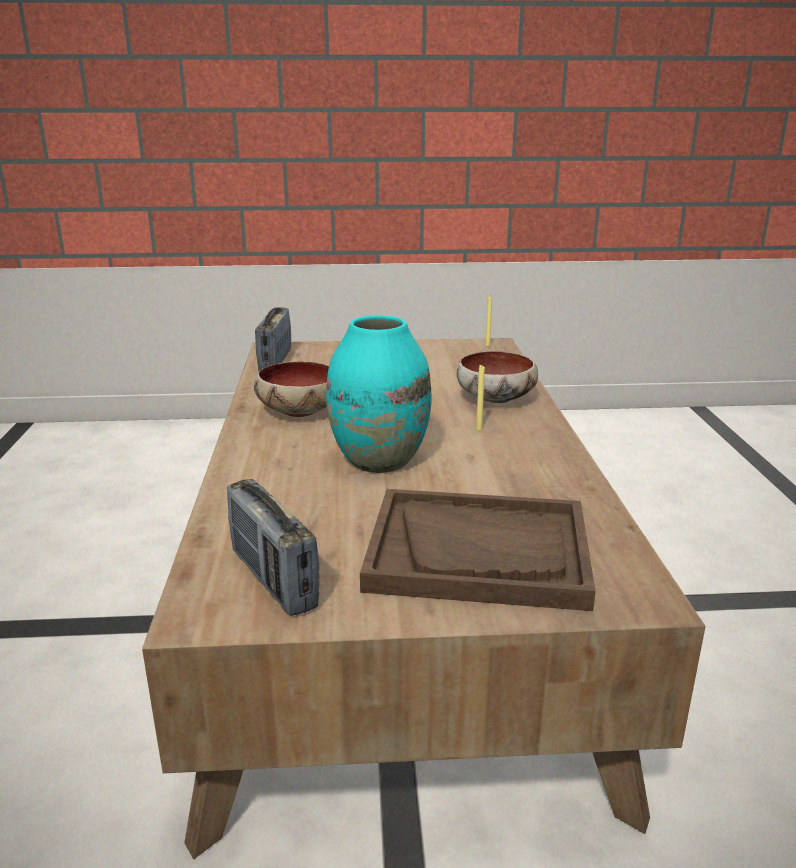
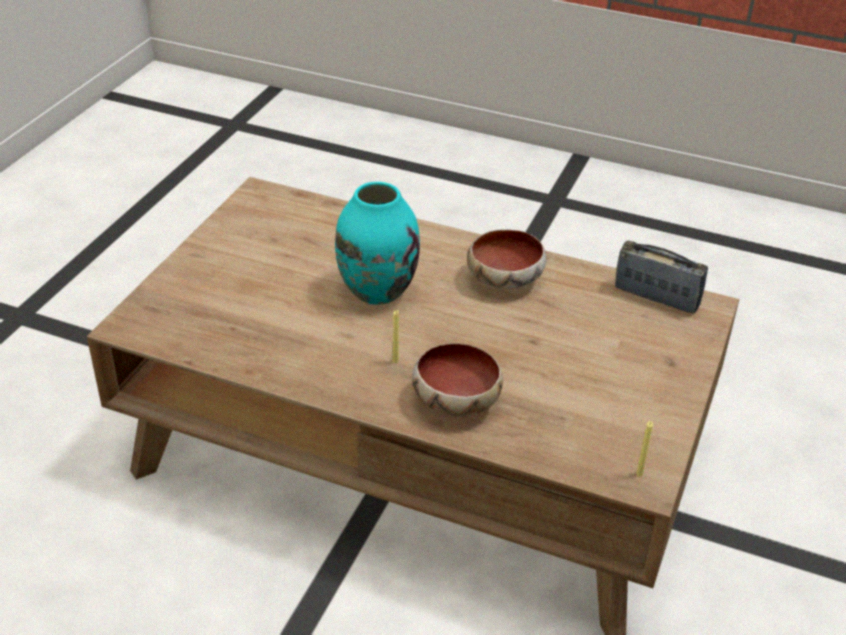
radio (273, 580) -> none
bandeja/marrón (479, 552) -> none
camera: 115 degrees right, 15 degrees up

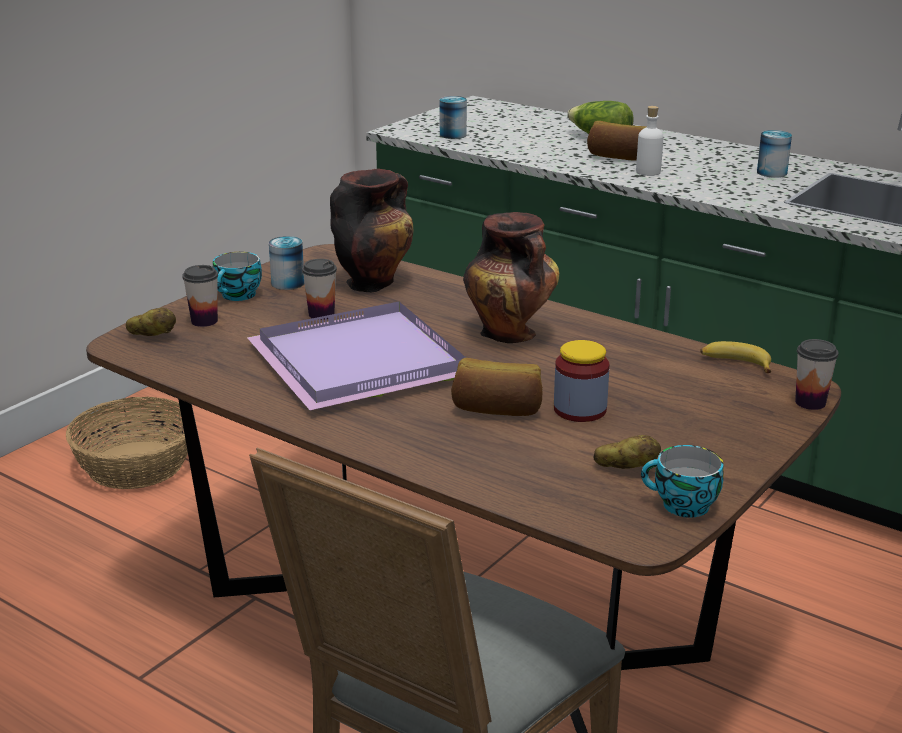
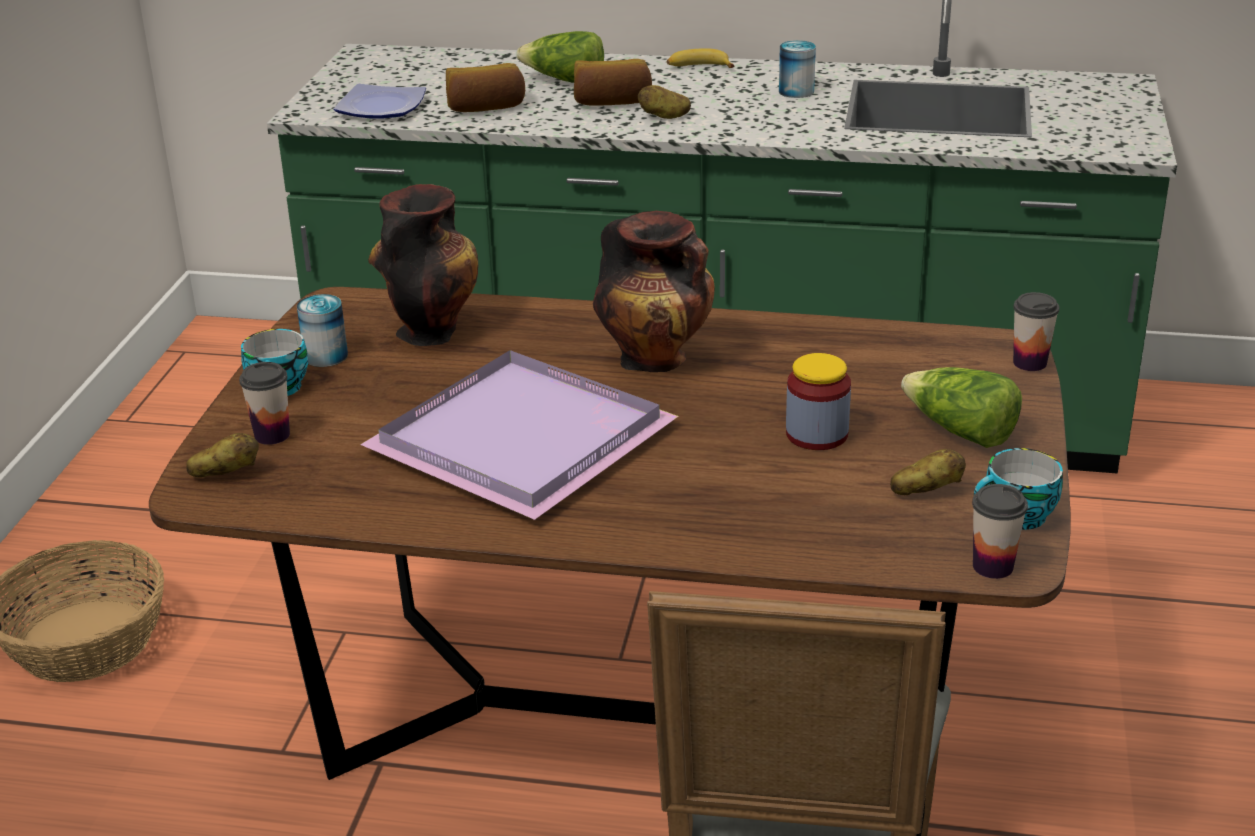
lata (453, 135) -> plato (383, 107)
pan (497, 409) -> pan (485, 107), relocated
botella/blanco (648, 172) -> patata (664, 116)
plátano (735, 363) -> plátano (699, 67), relocated
none -> lechuga (960, 432)
taza (321, 314) -> taza (993, 566), relocated
camera: 25 degrees left, 5 degrees up

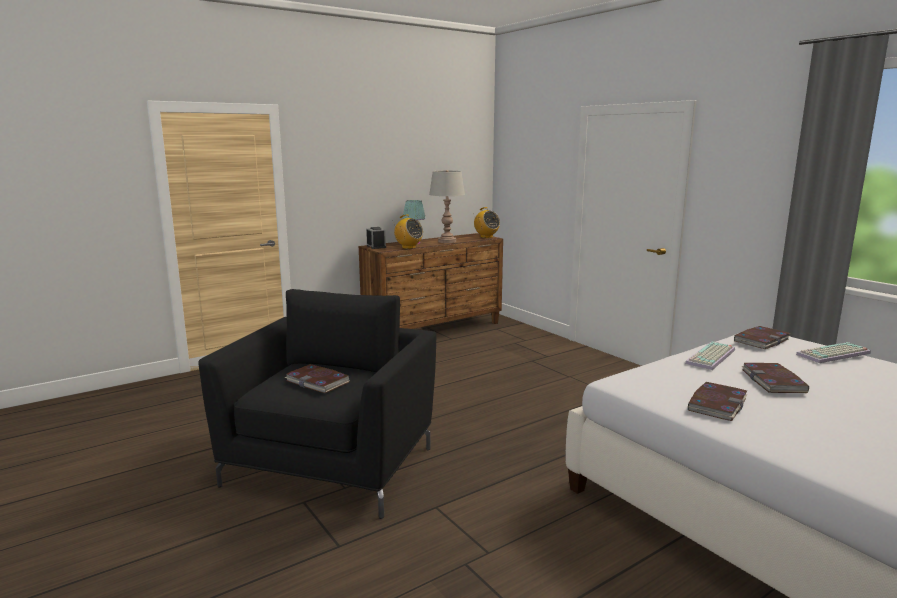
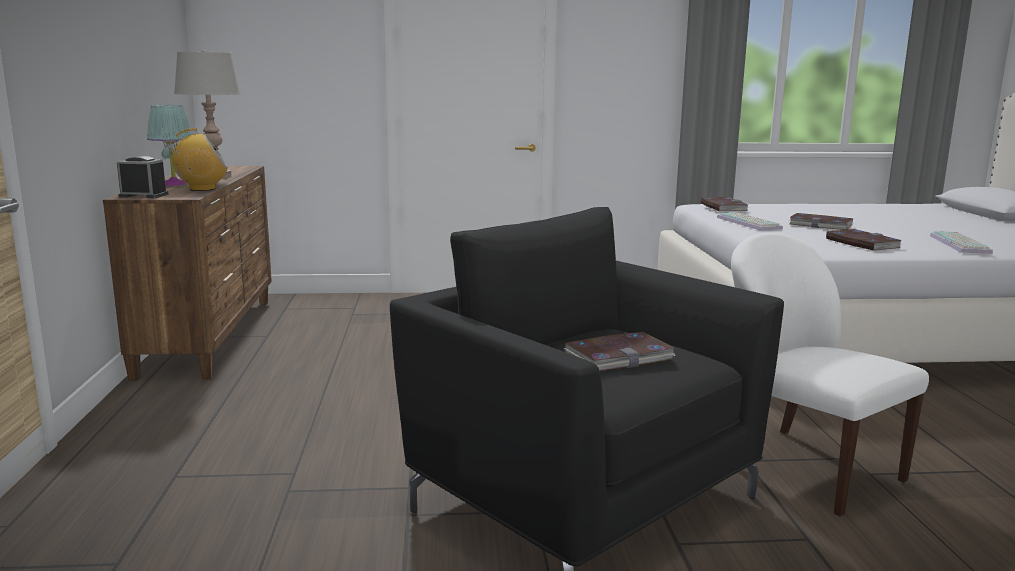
none -> silla/blanco (805, 468)
teclado (834, 354) -> teclado (961, 244), relocated
radio (486, 237) -> none
camera: 60 degrees left, 0 degrees up

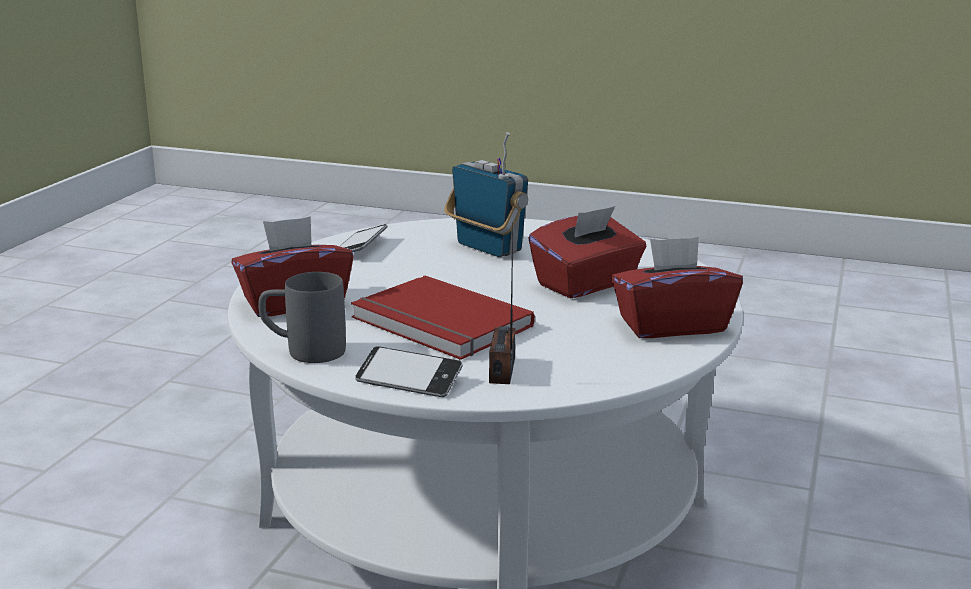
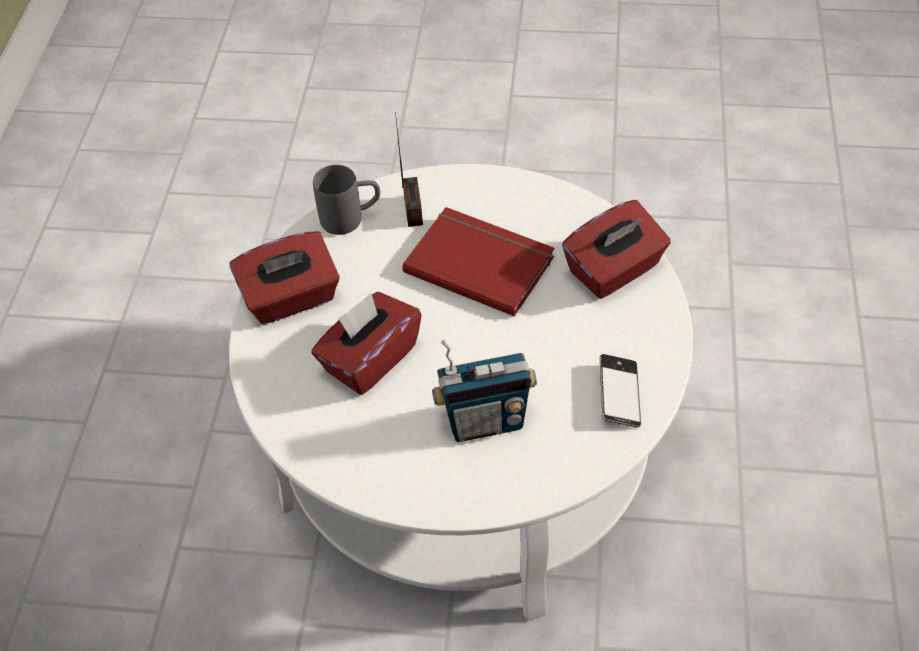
taza grande/gris (303, 351) -> taza grande/gris (351, 218), relocated
radio (488, 248) -> radio (485, 422), 45 degrees counterclockwise
móvil (409, 380) -> none
camera: 170 degrees right, 30 degrees up

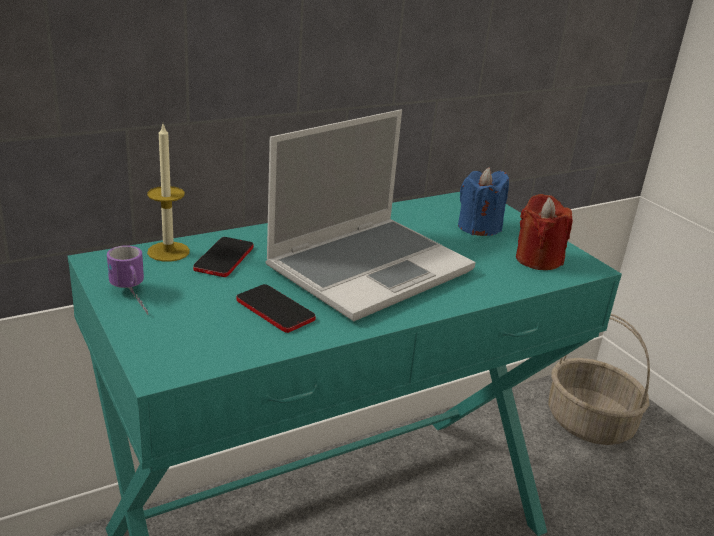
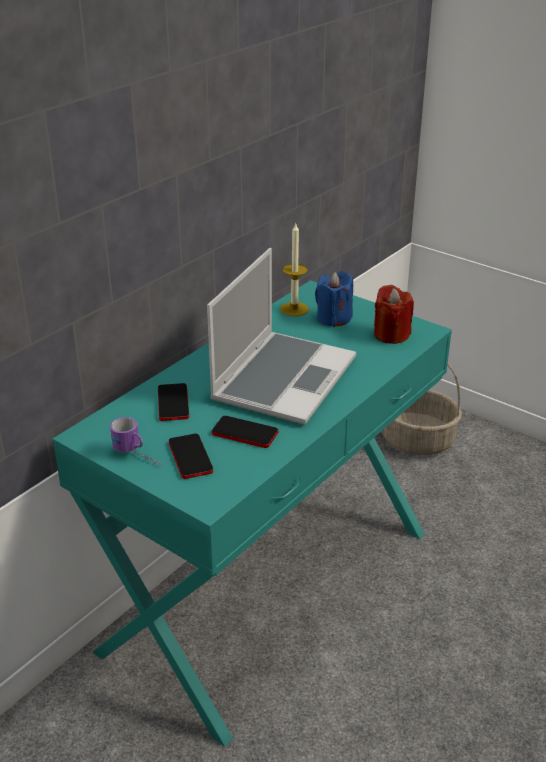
none -> móvil (190, 457)
vela (168, 251) -> vela (294, 309), relocated
camera: 20 degrees left, 5 degrees up

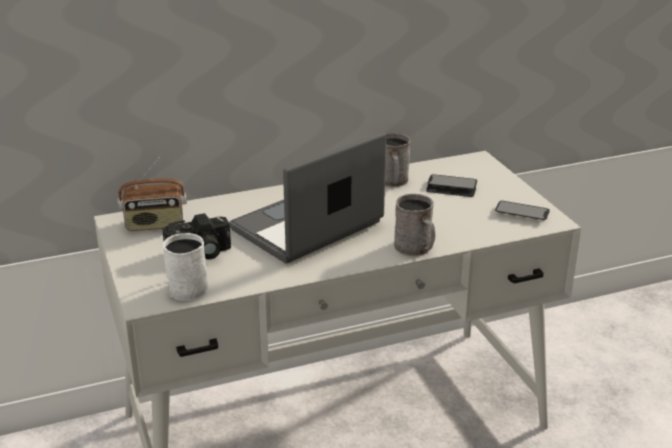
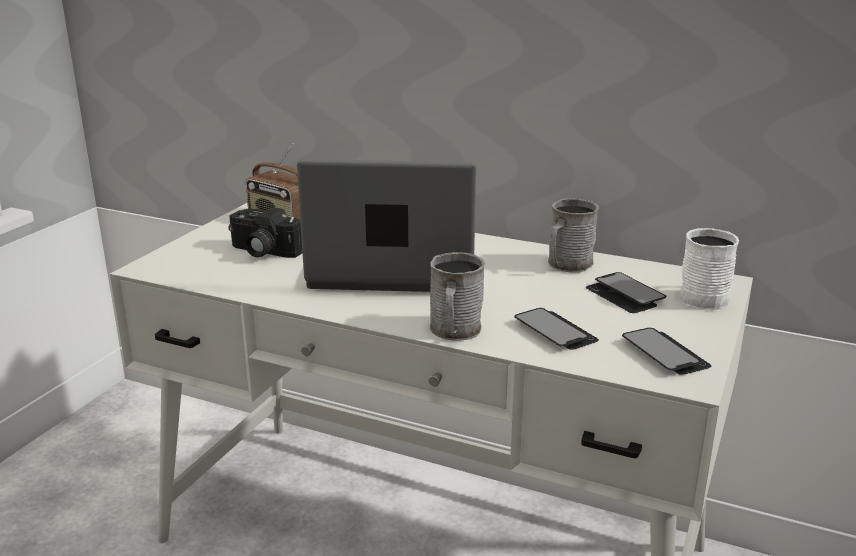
none -> móvil (555, 331)
taza grande/blanco (188, 286) -> taza grande/blanco (707, 296), relocated
camera: 45 degrees right, 5 degrees down

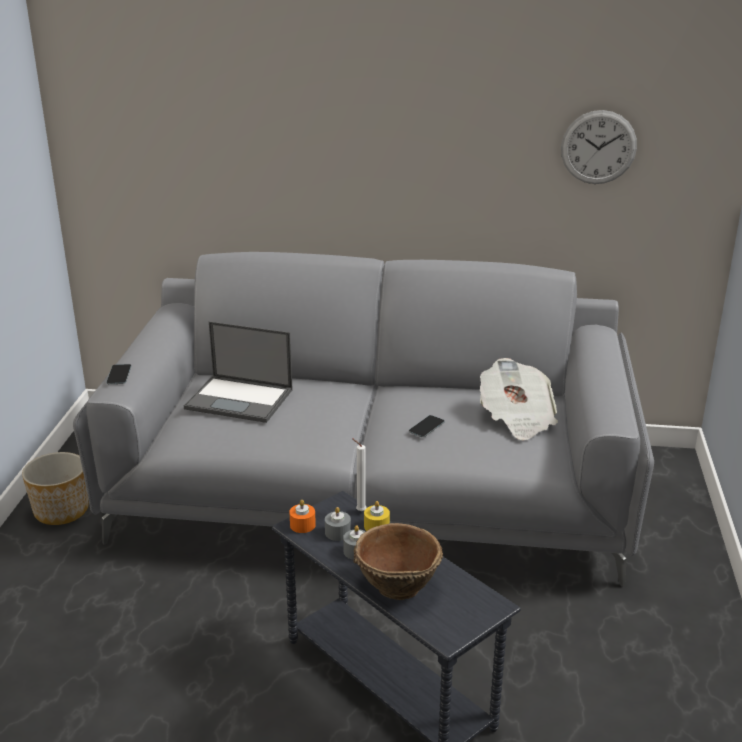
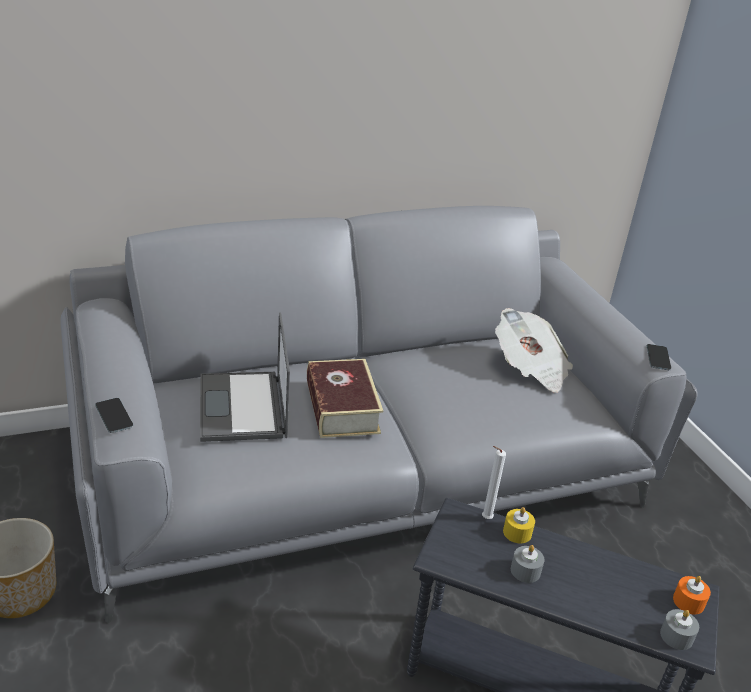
portátil (240, 399) -> portátil (243, 407), 90 degrees clockwise
none -> libro (342, 408)
móvil (426, 426) -> móvil (658, 357), relocated
vela/gris (337, 532) -> vela/gris (676, 636), relocated
vela/naranja (302, 525) -> vela/naranja (688, 602), relocated
cuenco/marrón (397, 586) -> none
reloj de pared (598, 147) -> none
camera: 30 degrees left, 5 degrees up

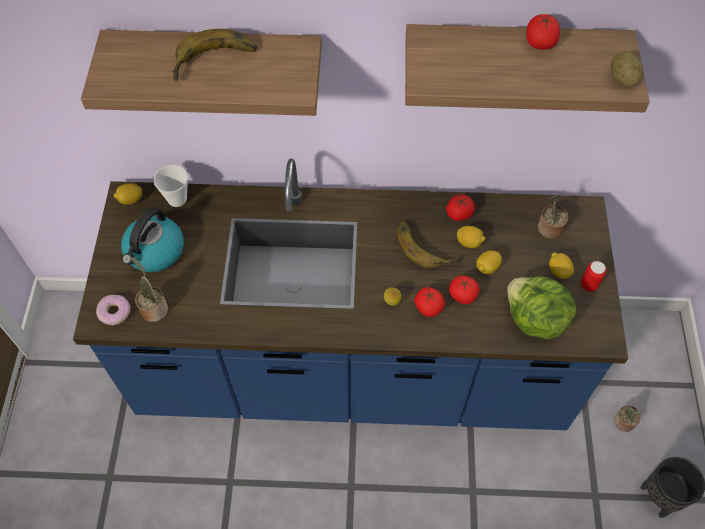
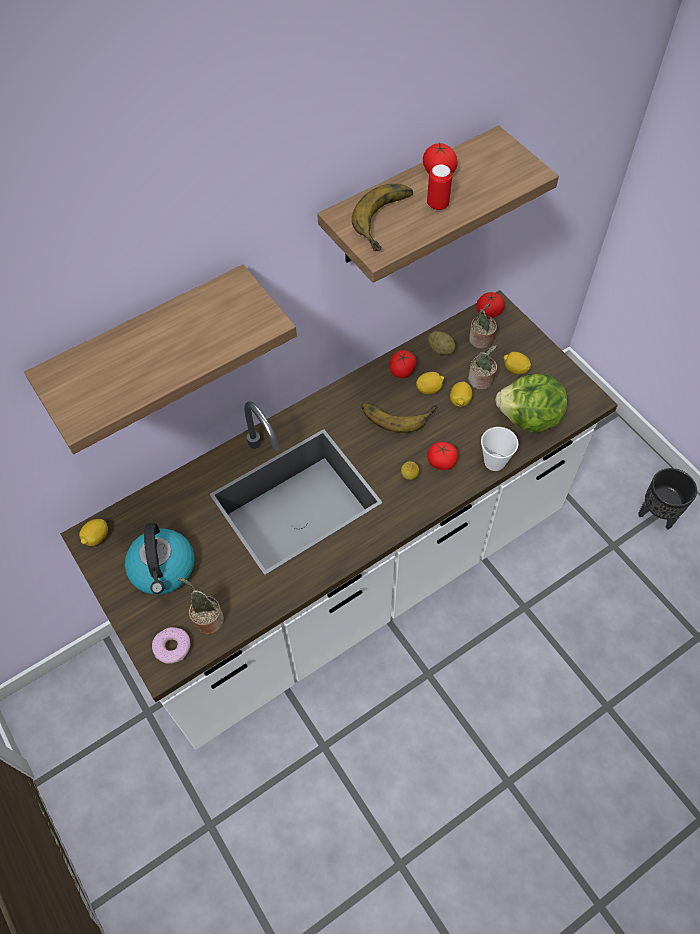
mueble bajo de cocina/azul (352, 370) -> mueble bajo de cocina/blanco (353, 577)
plátano (215, 62) -> plátano (389, 221), relocated
lata (588, 285) -> lata (437, 204), relocated
patata (622, 79) -> patata (440, 350), relocated
planta en maceta (624, 423) -> planta en maceta (481, 381), relocated
tomate (462, 295) -> tomate (489, 312), relocated
taza (177, 199) -> taza (494, 462), relocated
camera: 35 degrees left, 0 degrees up

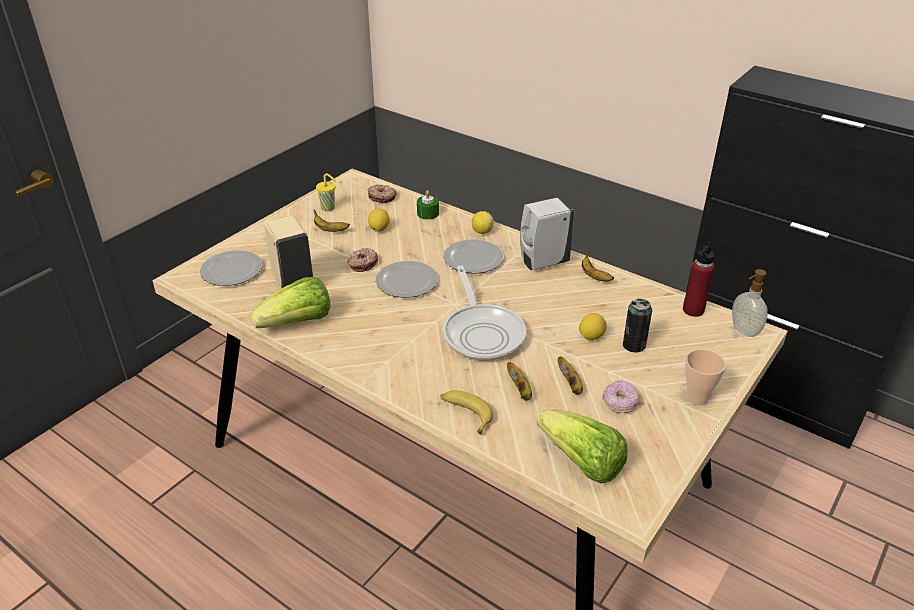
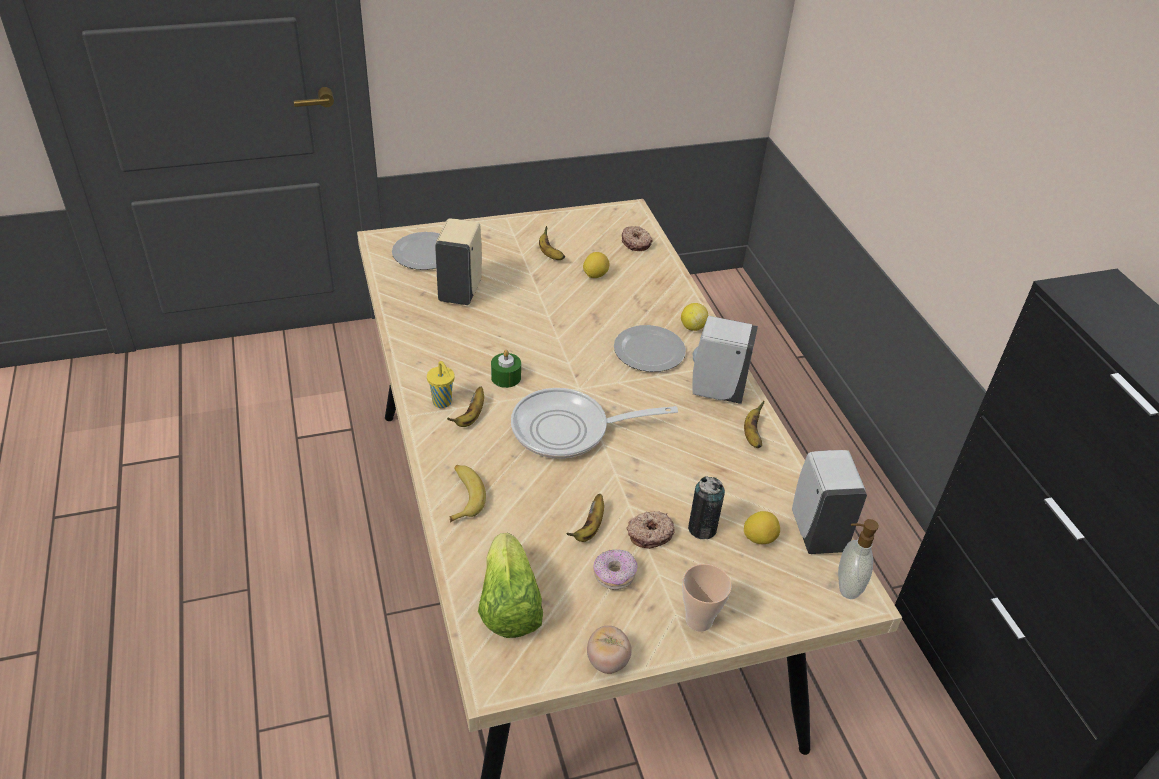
taza/amarillo (329, 208) -> taza/amarillo (443, 403), relocated
plátano (520, 390) -> plátano (471, 416), relocated
vela/verde (428, 213) -> vela/verde (506, 377), relocated
sartén (482, 333) -> sartén (568, 430), 60 degrees clockwise
none -> tomate (607, 661)
rosquilla (362, 264) -> rosquilla (649, 533), relocated
limón (591, 336) -> limón (759, 538), relocated
botella/rojo (693, 310) -> dispensador de jabón/blanco (816, 531)
lechuga (298, 322) -> none
plato (406, 282) -> none
camera: 35 degrees right, 5 degrees up

